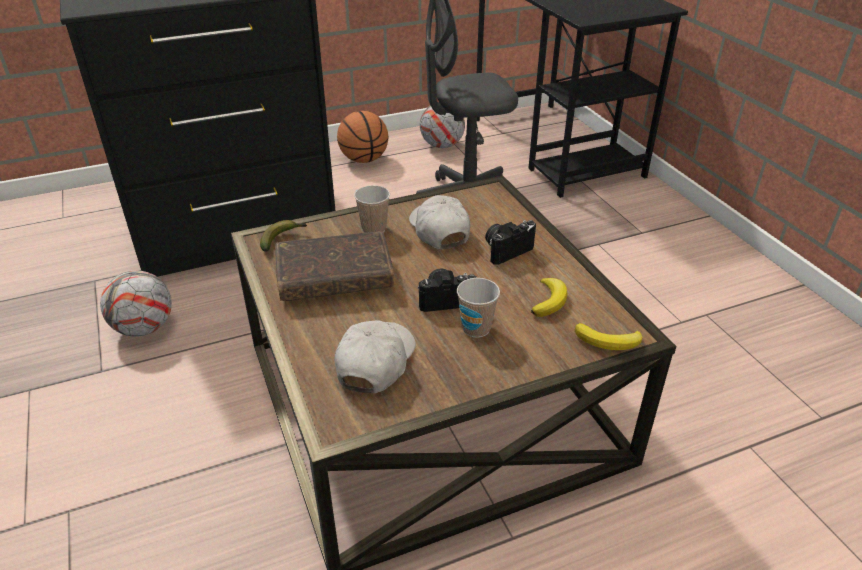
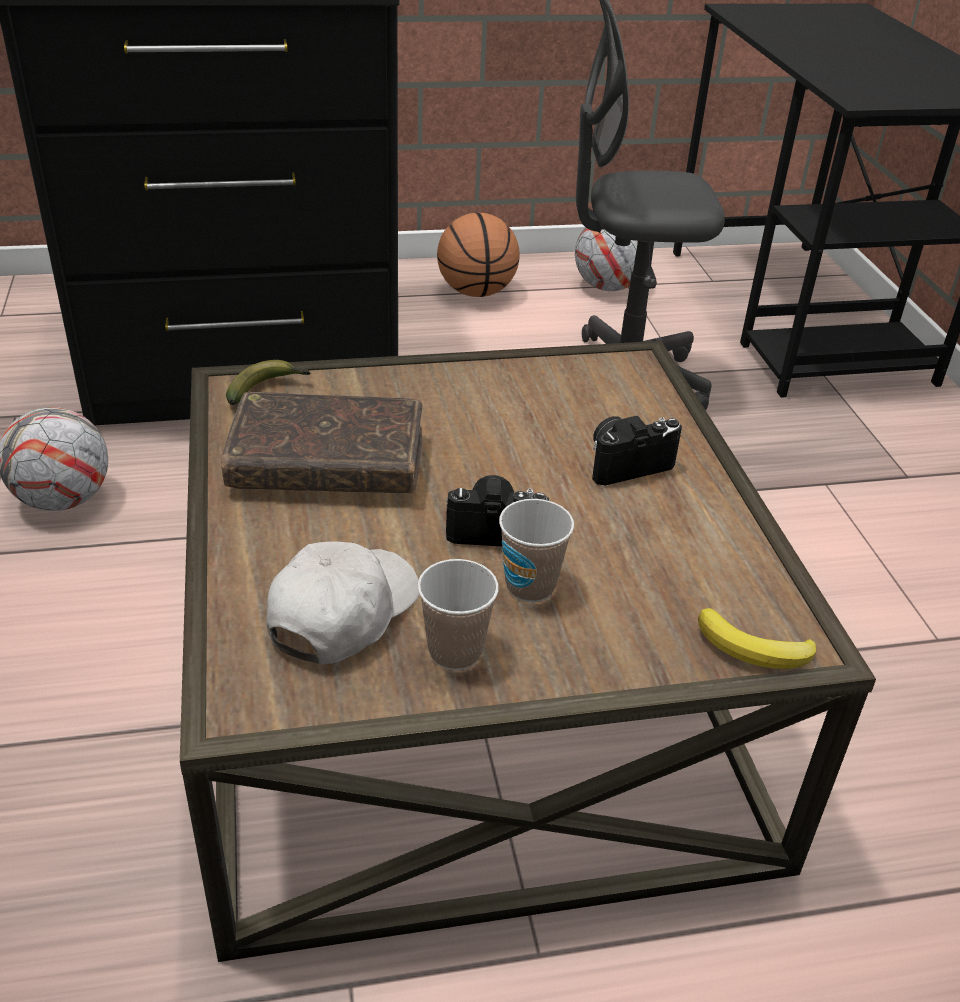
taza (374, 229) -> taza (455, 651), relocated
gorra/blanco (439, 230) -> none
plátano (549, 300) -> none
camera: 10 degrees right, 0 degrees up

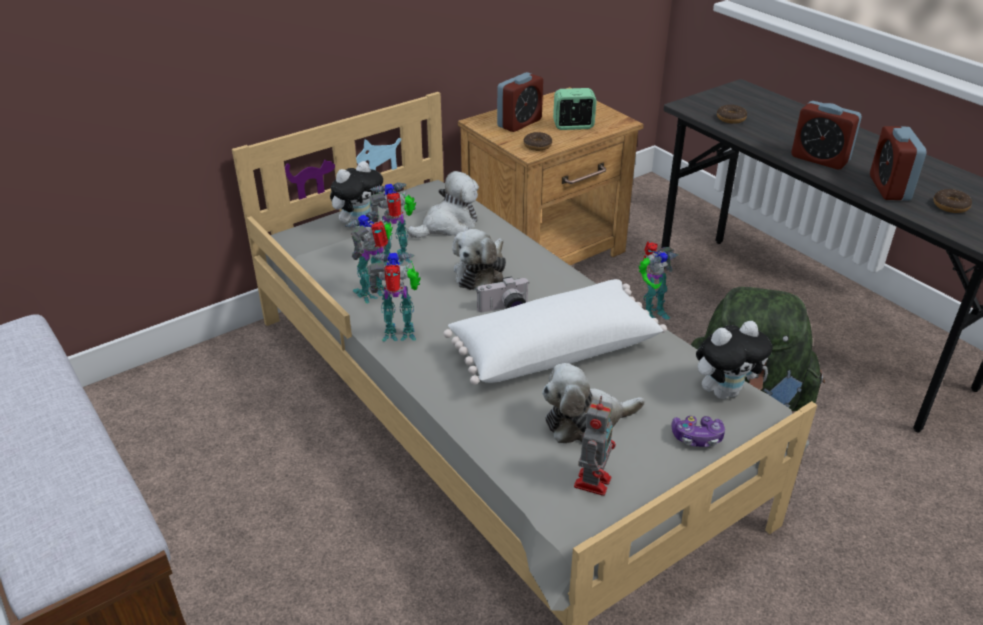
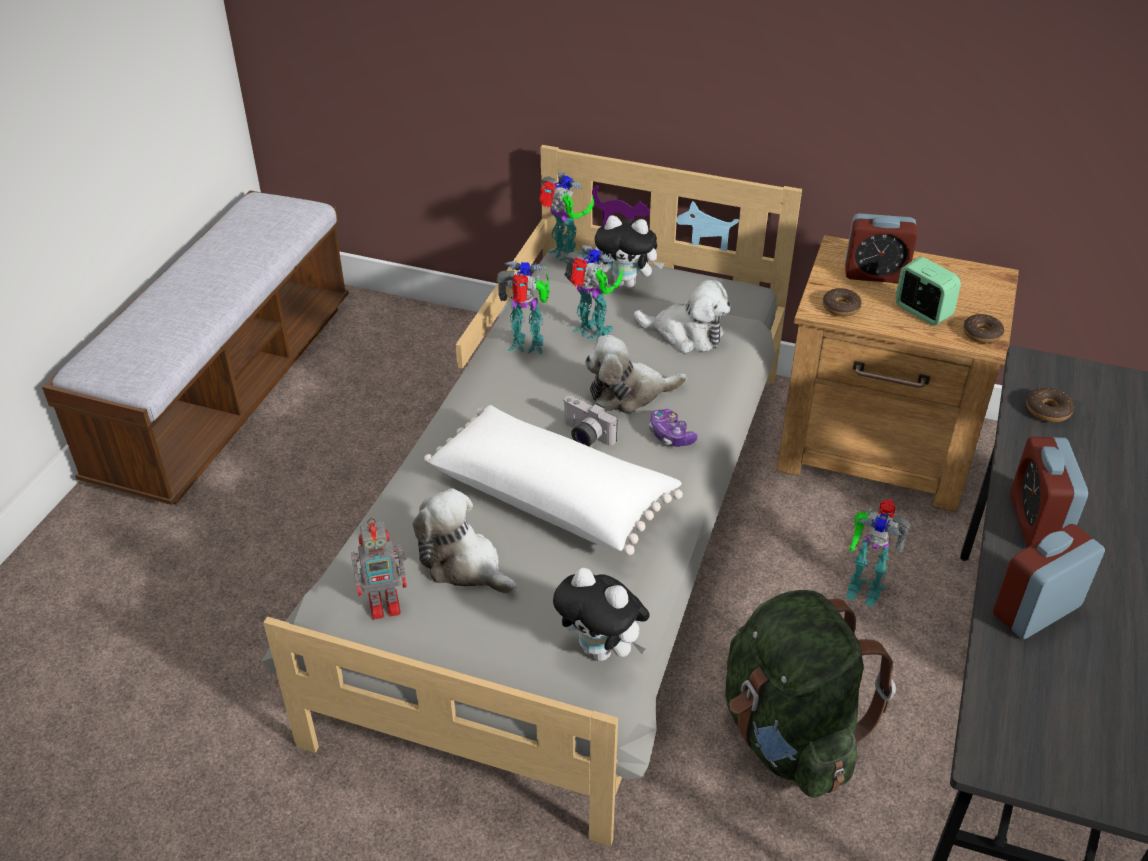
robot de juguete (401, 334) -> robot de juguete (565, 256), relocated
mando de consola (697, 437) -> mando de consola (670, 435), relocated
rosquilla (950, 206) -> rosquilla (982, 334), relocated
camera: 55 degrees right, 5 degrees up

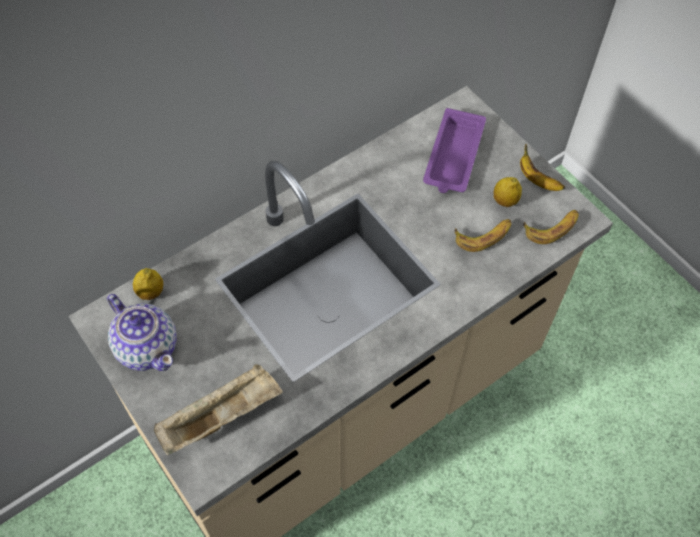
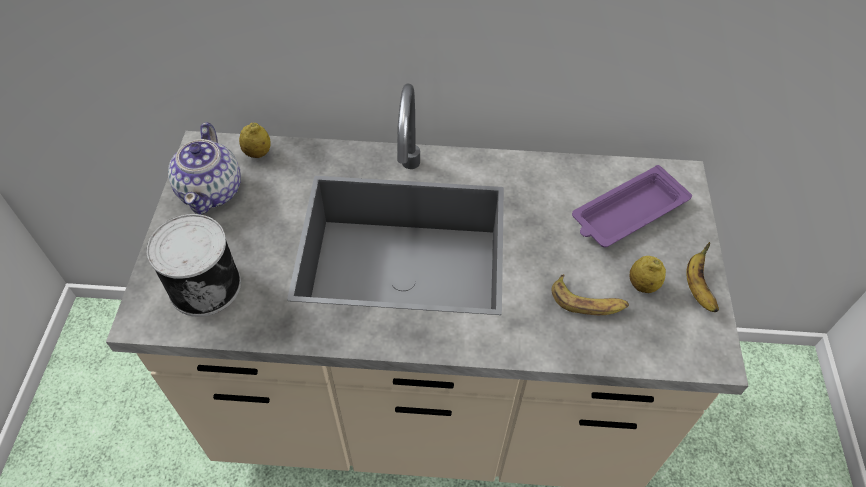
bandeja/beis (222, 416) -> lata (205, 284)
plátano (552, 228) -> none
camera: 40 degrees right, 5 degrees down

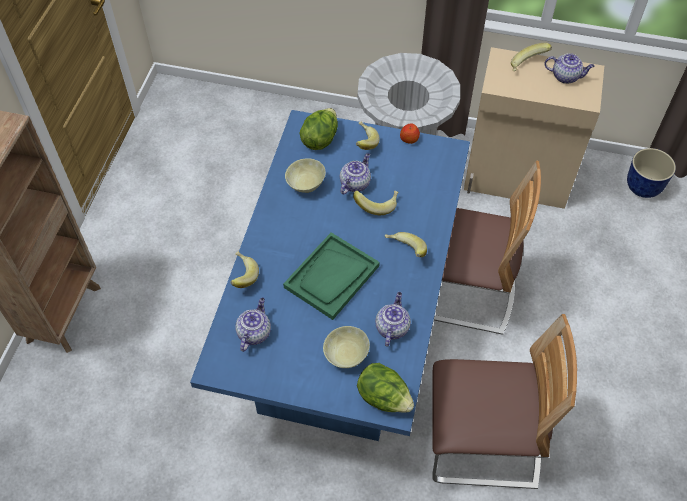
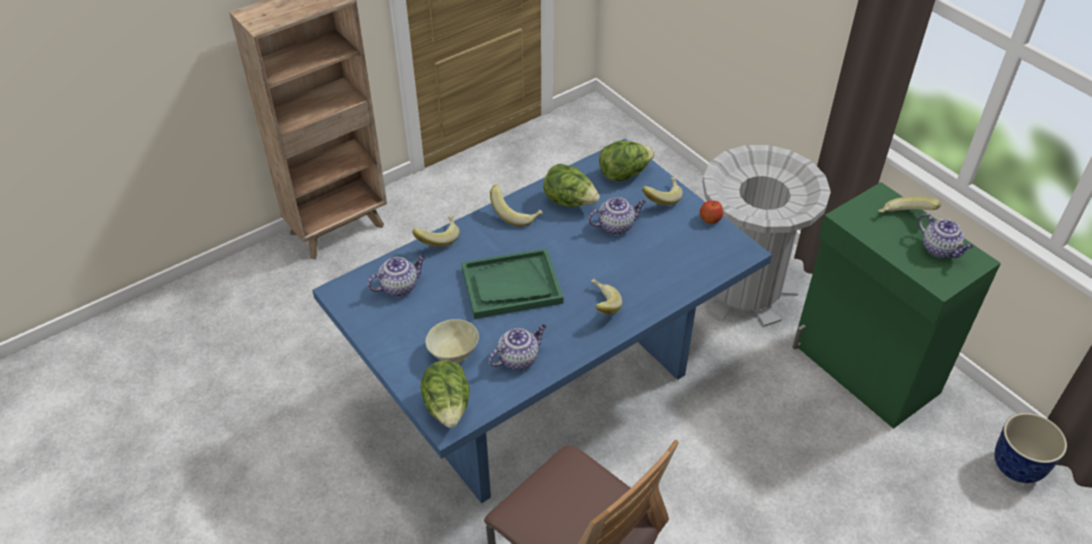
plátano (376, 205) -> plátano (516, 214), relocated
cuenco/beis (305, 185) -> lechuga (570, 202)
armario/beis (517, 180) -> armario/verde (864, 370)
silla (462, 291) -> none
camera: 40 degrees right, 10 degrees down

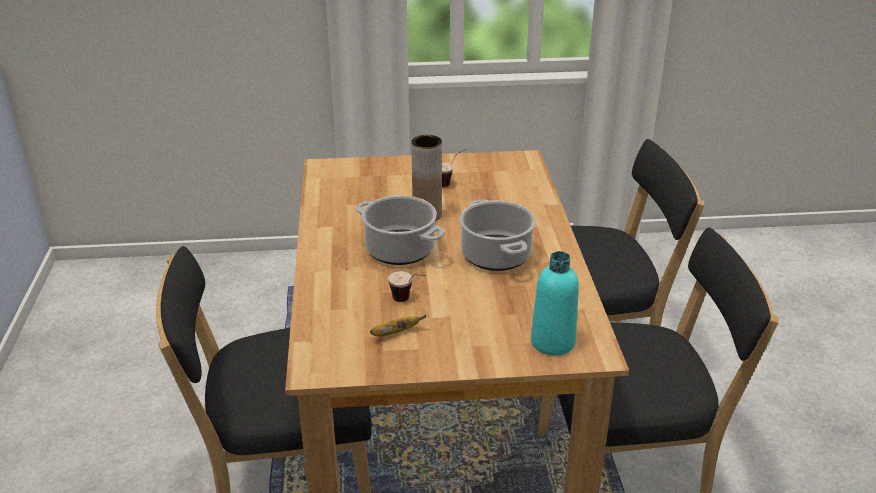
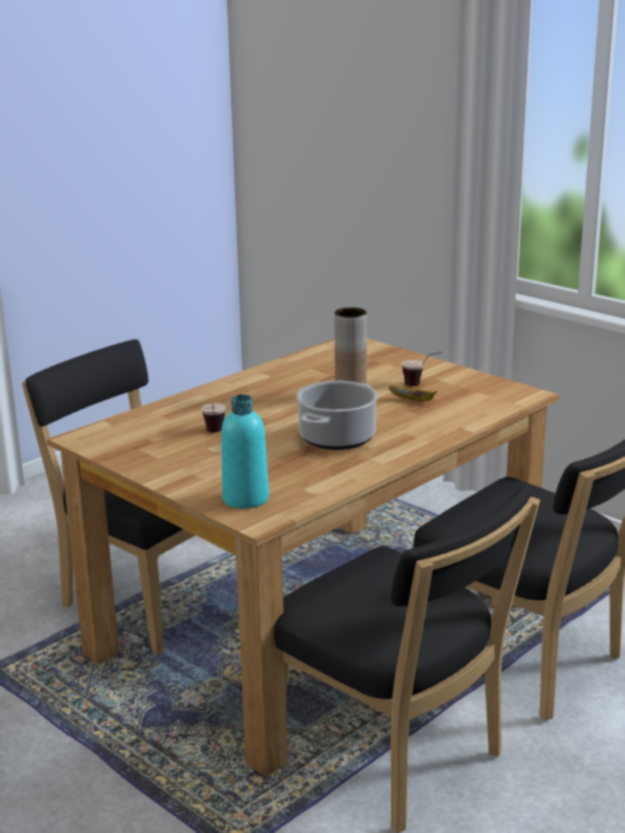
plátano (396, 333) -> plátano (413, 401), relocated
olla (399, 250) -> none
camera: 50 degrees right, 10 degrees down

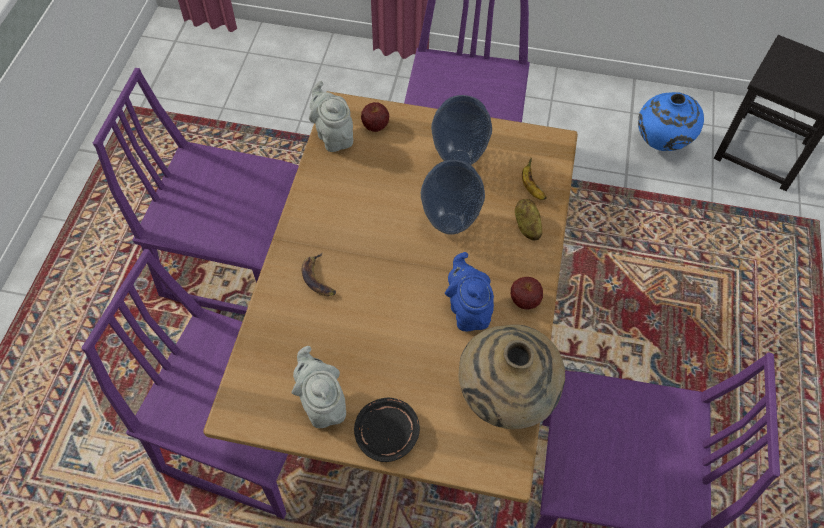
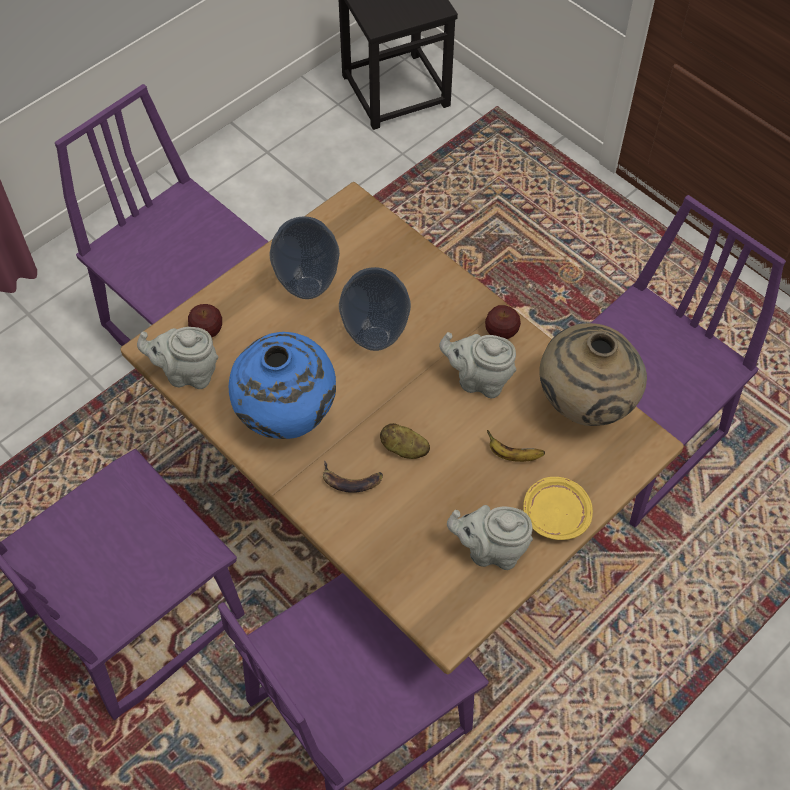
florero/azul (661, 144) -> florero/azul (287, 417), relocated
patata (526, 226) -> patata (404, 449), relocated
tetera/azul (468, 311) -> tetera/gris (479, 380)
plátano (531, 187) -> plátano (513, 455), relocated
plato/negro (387, 432) -> plato/amarillo (555, 514)
camera: 55 degrees left, 0 degrees up

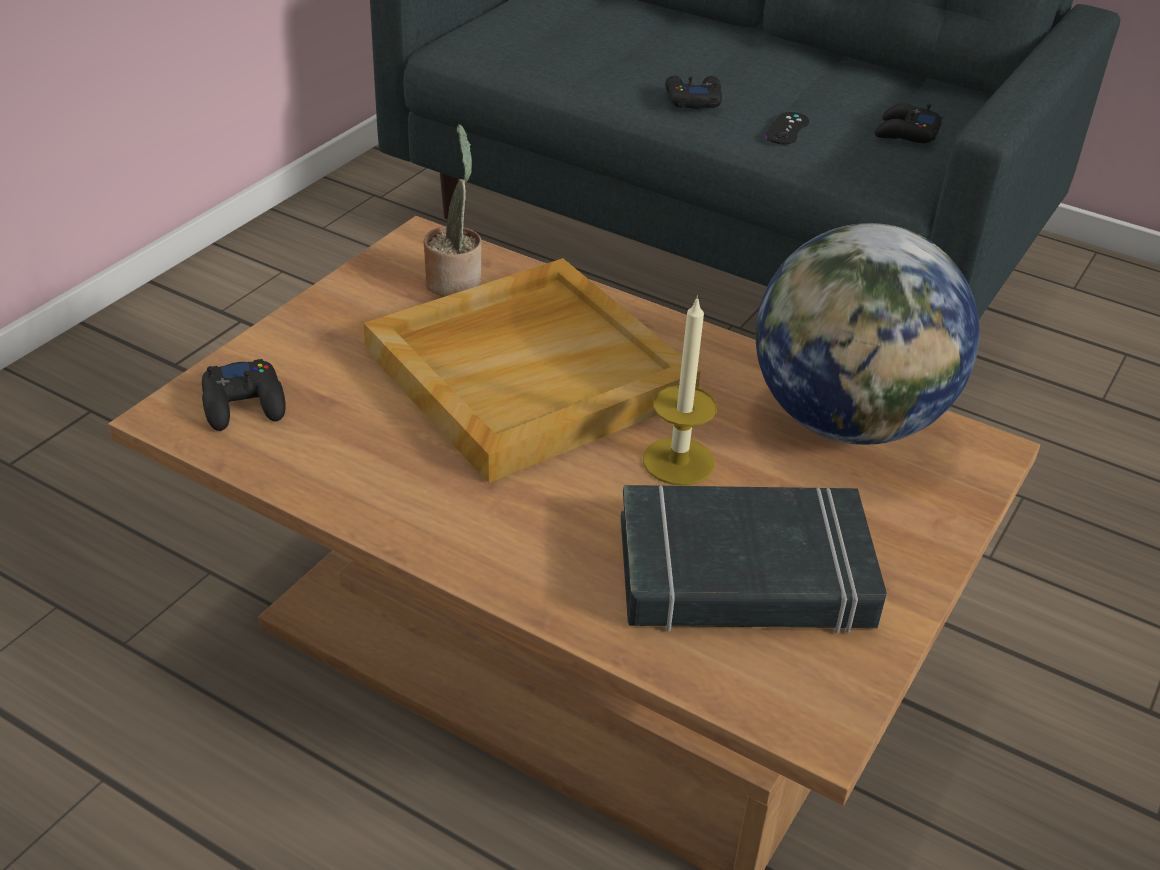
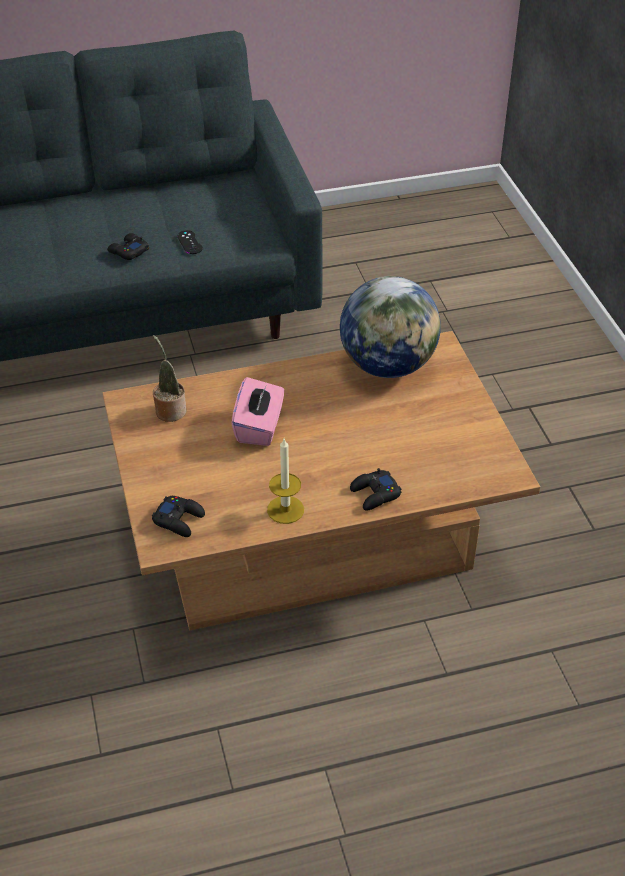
bandeja/beis (529, 372) -> caja de pañuelos/rosa (259, 427)
vela (678, 461) -> vela (285, 509), relocated
mando de consola/negro (905, 133) -> mando de consola/negro (375, 494), relocated
libro/negro (744, 574) -> none
camera: 45 degrees left, 5 degrees up

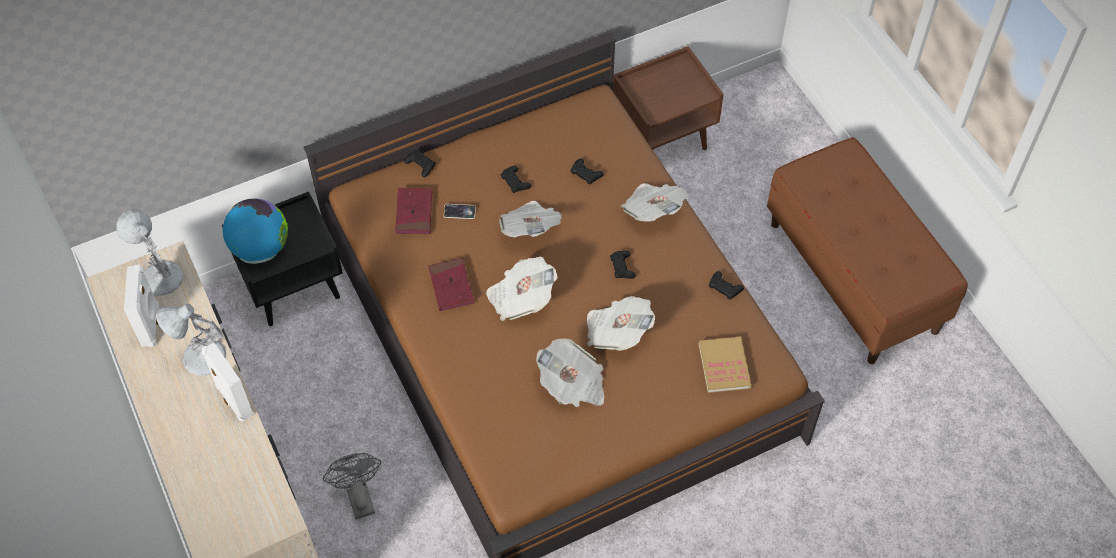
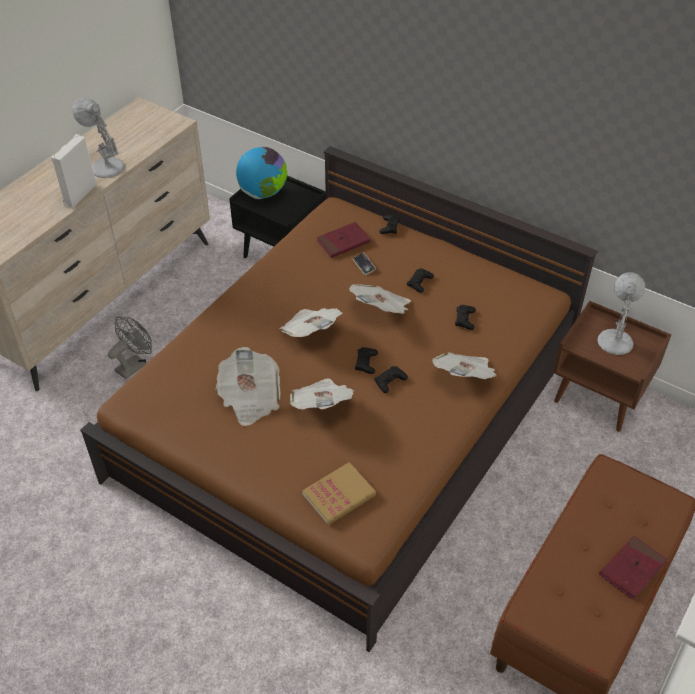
mando de consola/negro (725, 287) -> mando de consola/negro (366, 363), relocated
lámpara de mesa/blanco (160, 276) -> lámpara de mesa/blanco (615, 340), relocated
libro/rojo (451, 286) -> libro/rojo (632, 569), relocated
altavoz/blanco (151, 325) -> none
camera: 60 degrees right, 10 degrees down

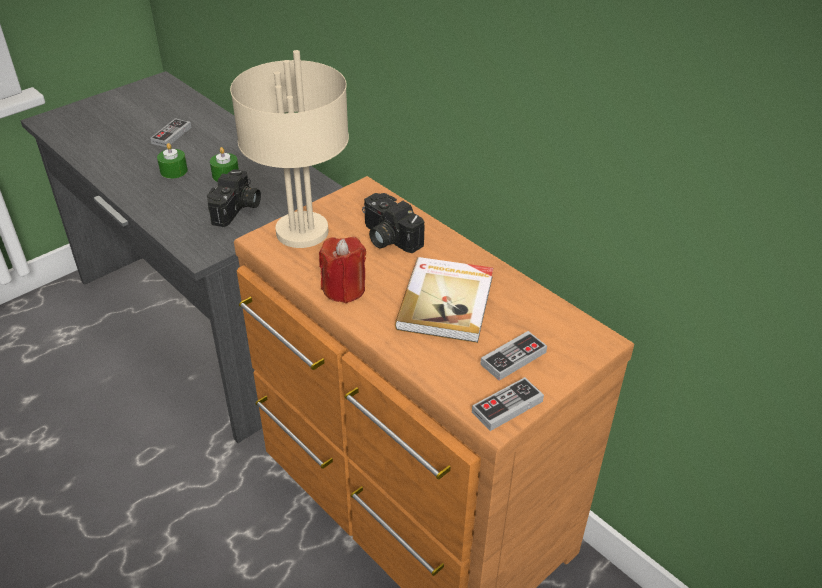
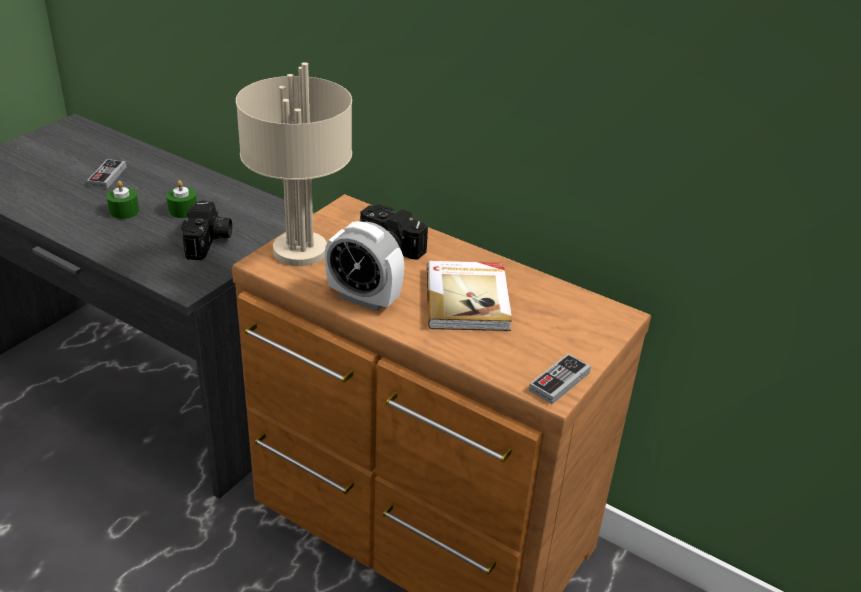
vela/rojo (344, 289) -> despertador (364, 298)
mando de consola (513, 358) -> none
camera: 15 degrees left, 5 degrees down

